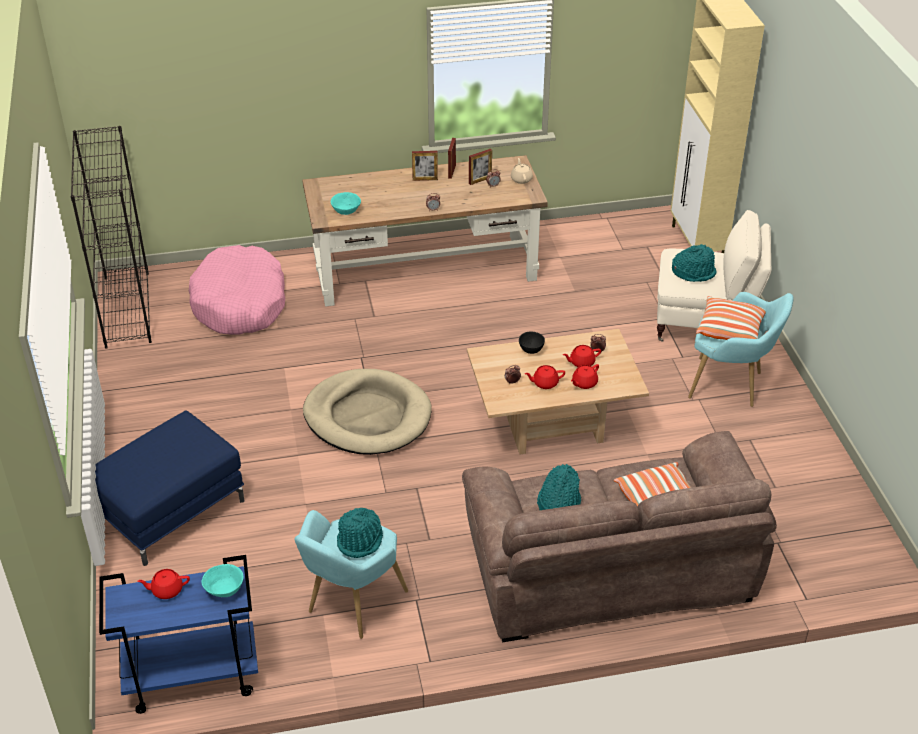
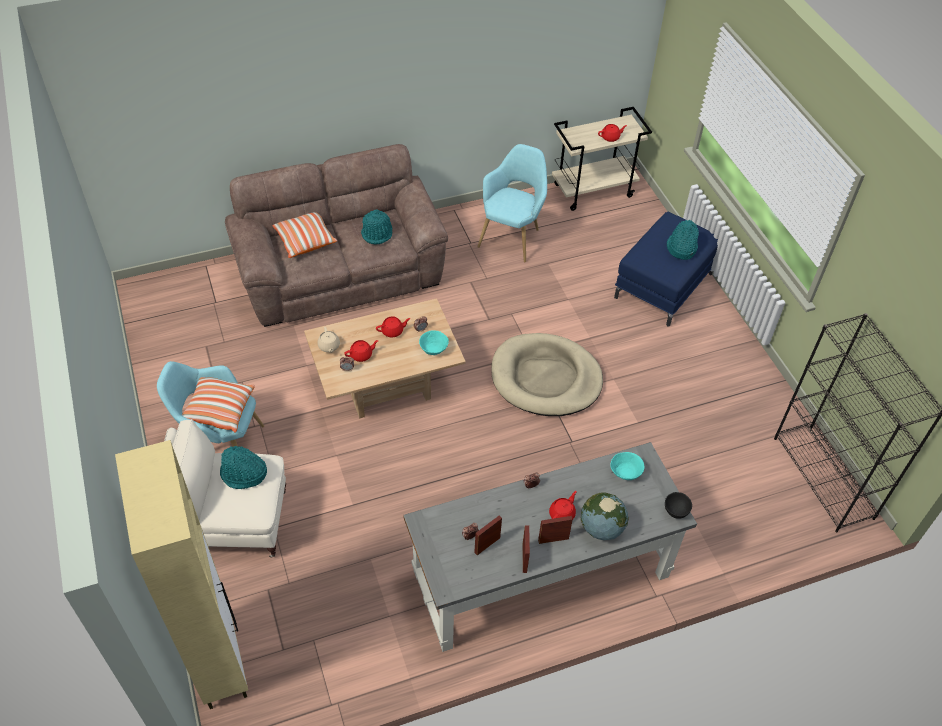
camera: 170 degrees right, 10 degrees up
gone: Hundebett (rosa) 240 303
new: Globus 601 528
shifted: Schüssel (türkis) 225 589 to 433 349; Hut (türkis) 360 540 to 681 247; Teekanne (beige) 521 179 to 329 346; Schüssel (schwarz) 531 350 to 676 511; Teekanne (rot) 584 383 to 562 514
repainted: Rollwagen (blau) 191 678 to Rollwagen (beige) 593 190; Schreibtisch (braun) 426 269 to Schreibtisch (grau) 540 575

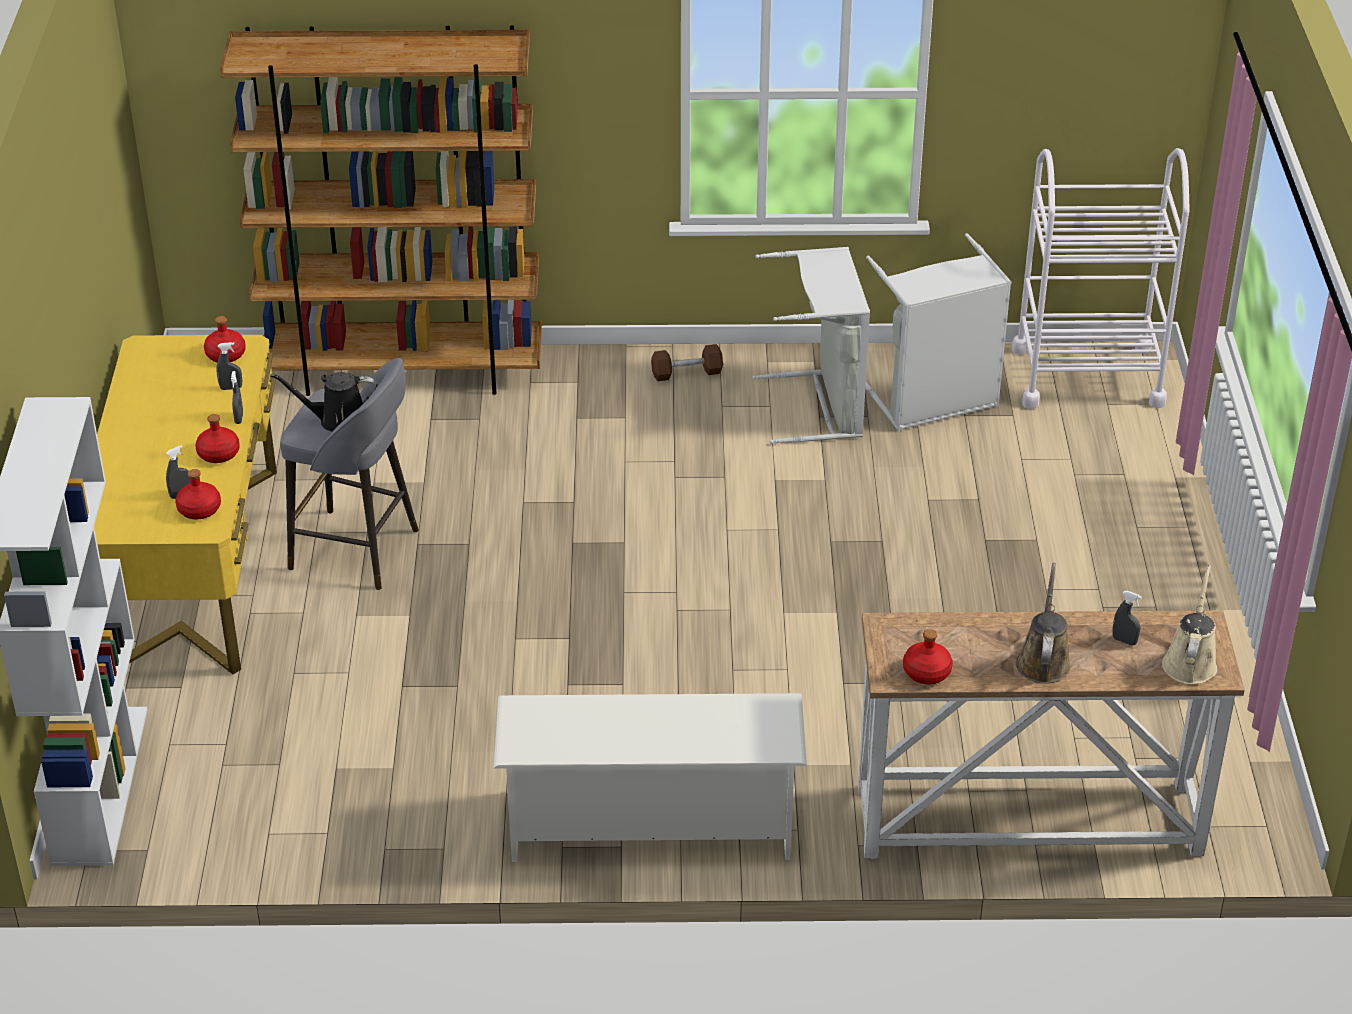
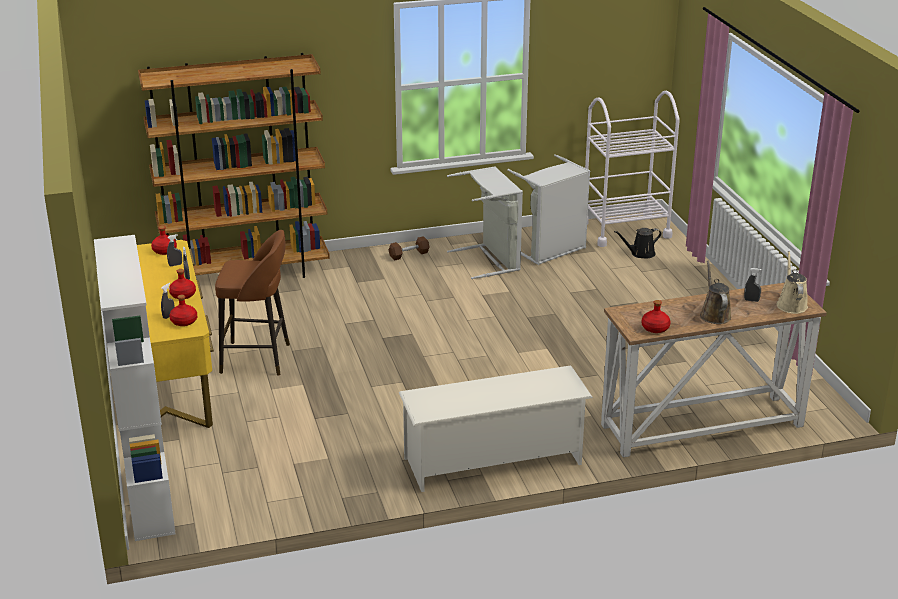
camera: 15 degrees left, 10 degrees down
shifted: Gießkanne (schwarz) 338 420 to 640 254
repainted: Hocker (grau) 358 551 to Hocker (braun) 257 359

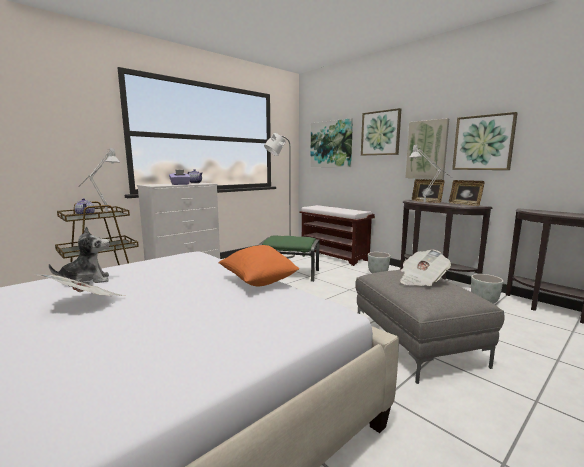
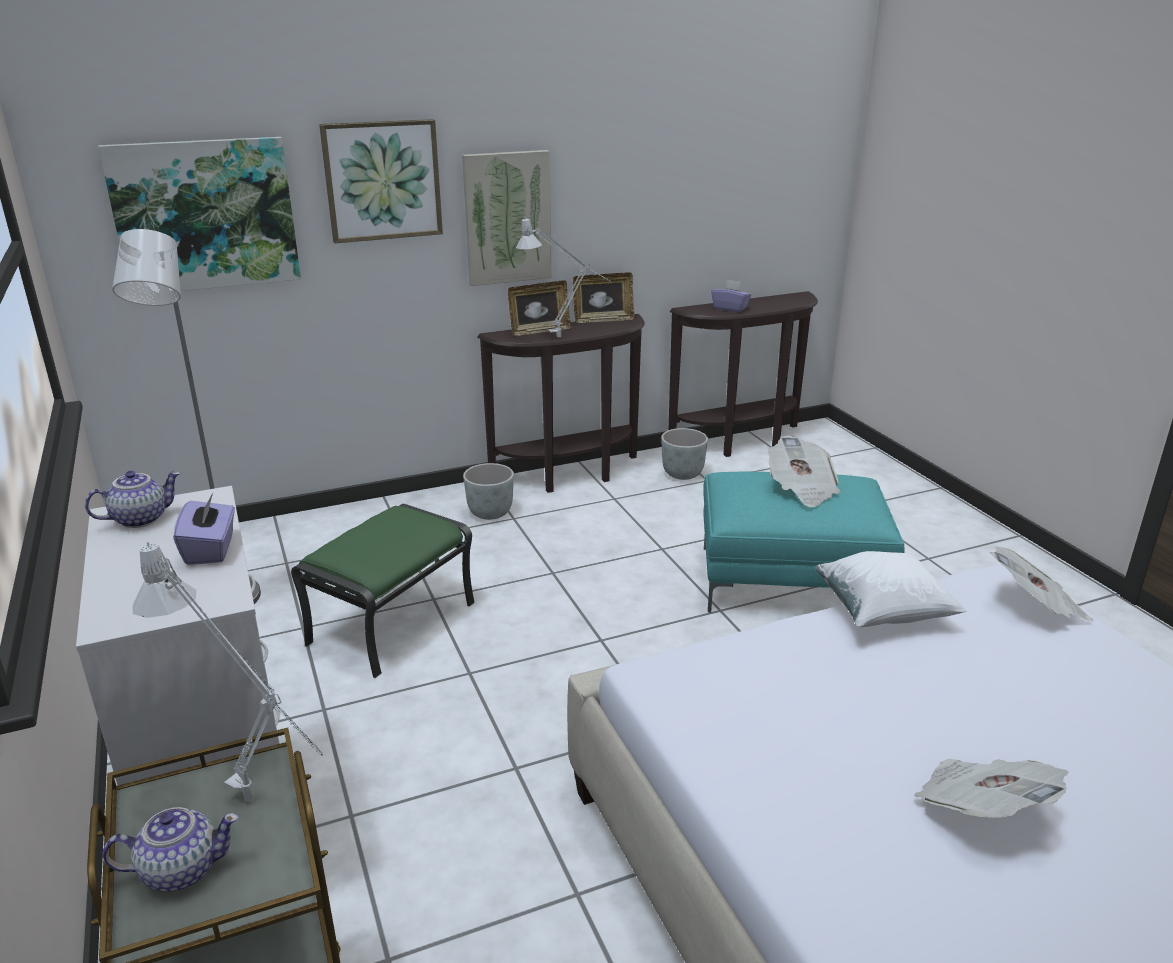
camera: 70 degrees left, 15 degrees up
gone: Plüschtier 86 281; Bank (braun) 334 256; Bild 483 143
new: Taschentuchbox (lila) 730 308; Zeitung 1035 608
repainted: Kissen (orange) 258 281 to Kissen (weiß) 882 614; Polsterhocker (grau) 414 343 to Polsterhocker (türkis) 788 582

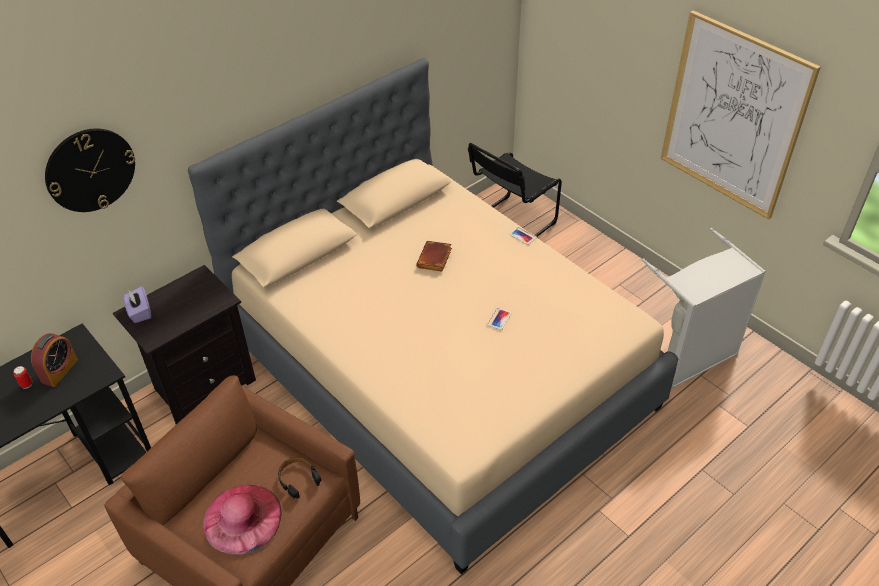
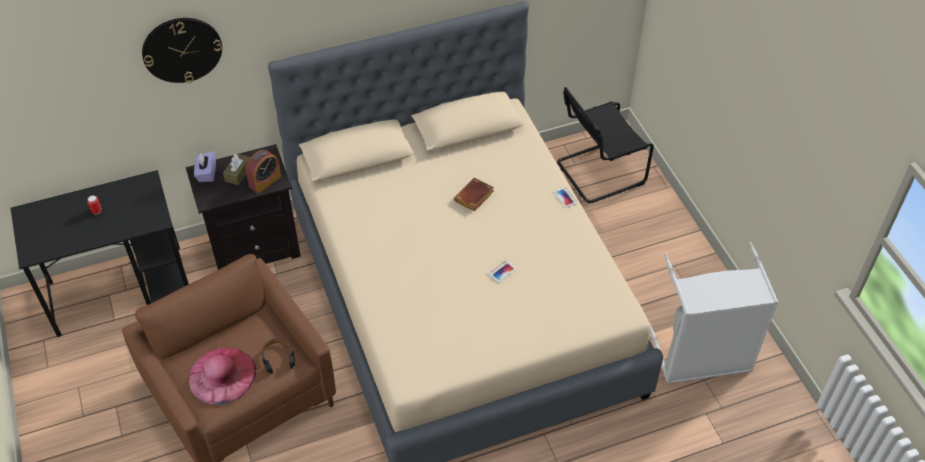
camera: 20 degrees right, 5 degrees up
gone: Bild 733 116
new: Taschentuchbox (braun) 238 173
shifted: Wecker 59 371 to 265 181

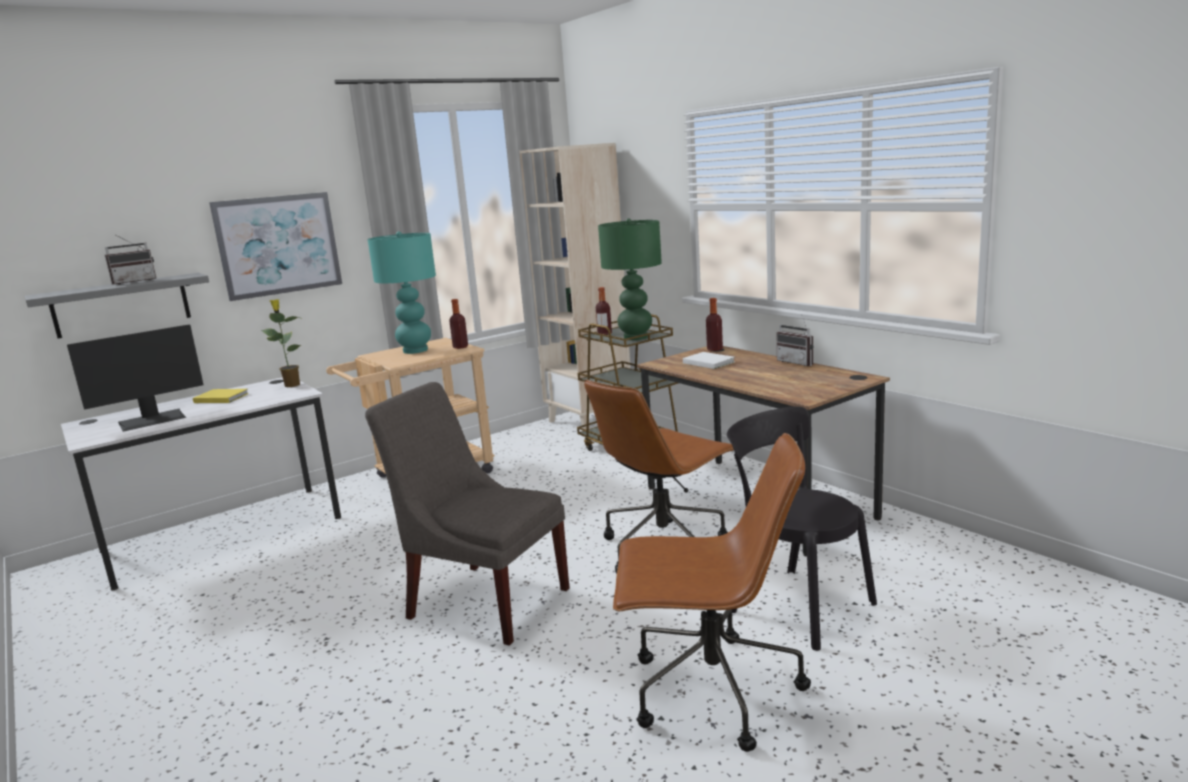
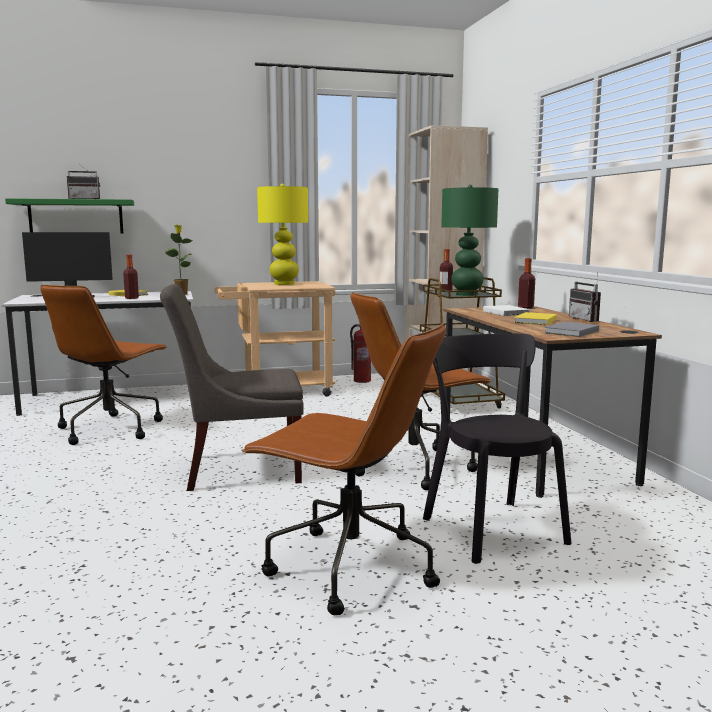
camera: 20 degrees right, 5 degrees down
gone: Bild 278 245
new: Bürostuhl (braun) 110 429; Feuerlöscher 362 380; Buch (gelb) 534 321; Buch (grau) 570 332
shifted: Flasche 460 347 to 131 298
repainted: Wandregal (grau) 121 305 to Wandregal (grün) 76 216; Tischlampe (türkis) 415 350 to Tischlampe (gelb) 284 284
rotated: Stuhl (grau) 483 600 = 237 469 60 degrees counterclockwise

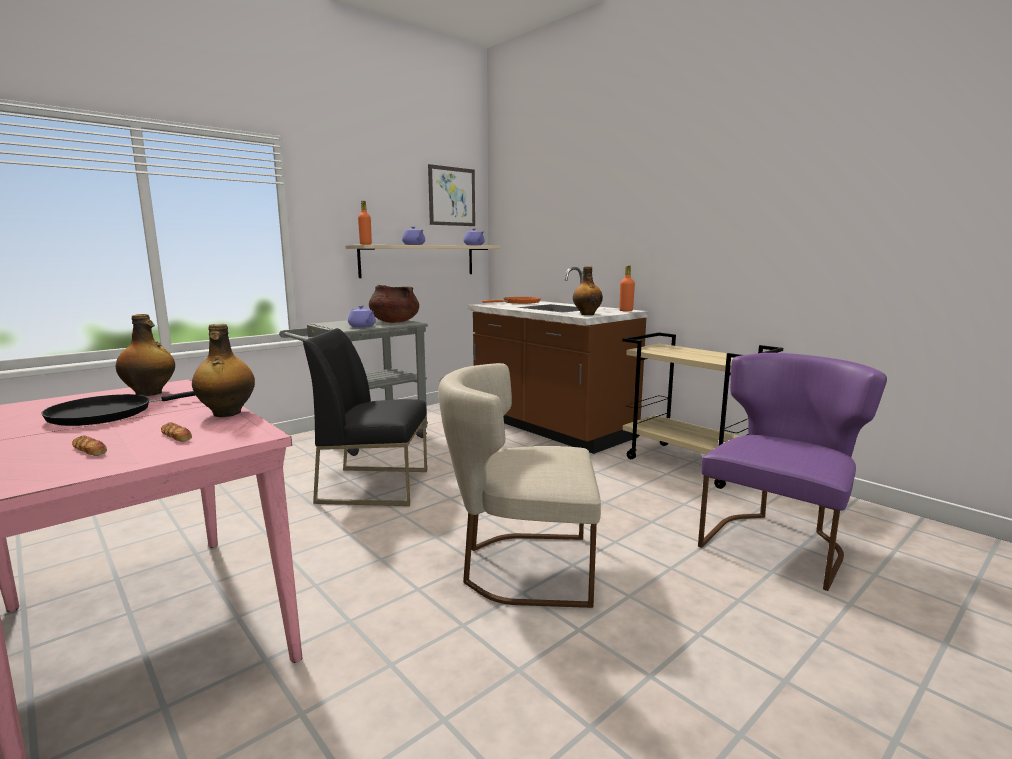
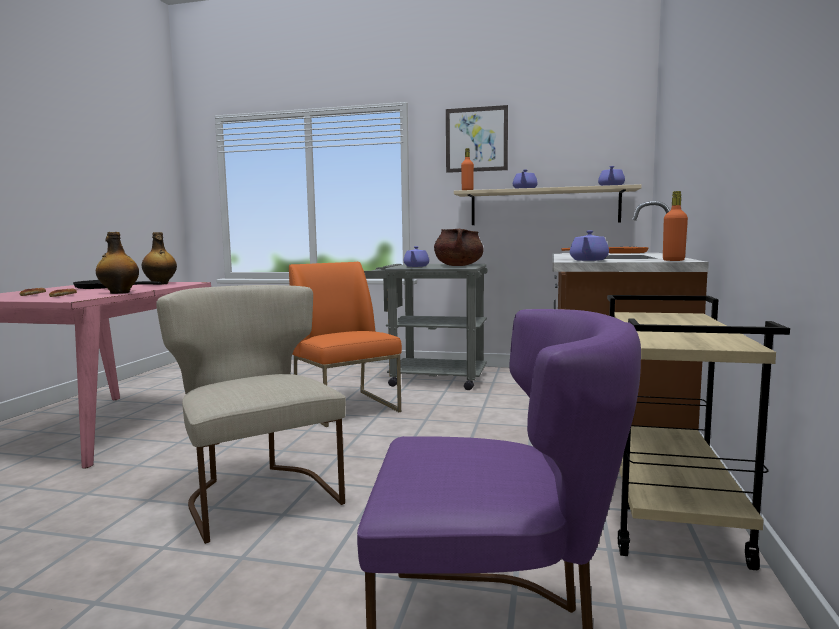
camera: 55 degrees right, 5 degrees down
shifted: Bild 452 196 to 476 139
swapped: Flasche 587 314 to Teekanne (lila) 588 260
repainted: Stuhl (schwarz) 375 486 to Stuhl (orange) 347 408

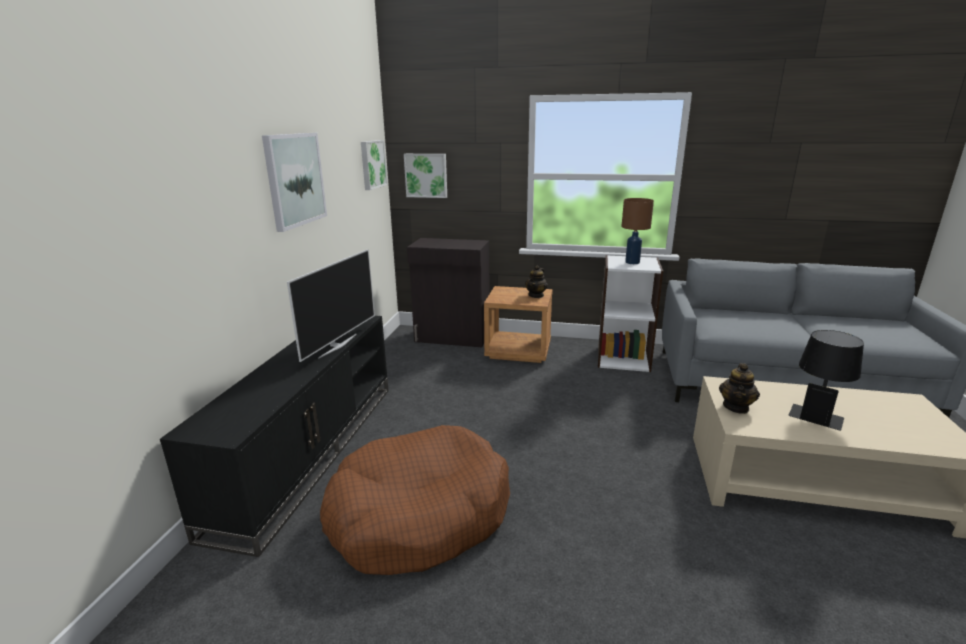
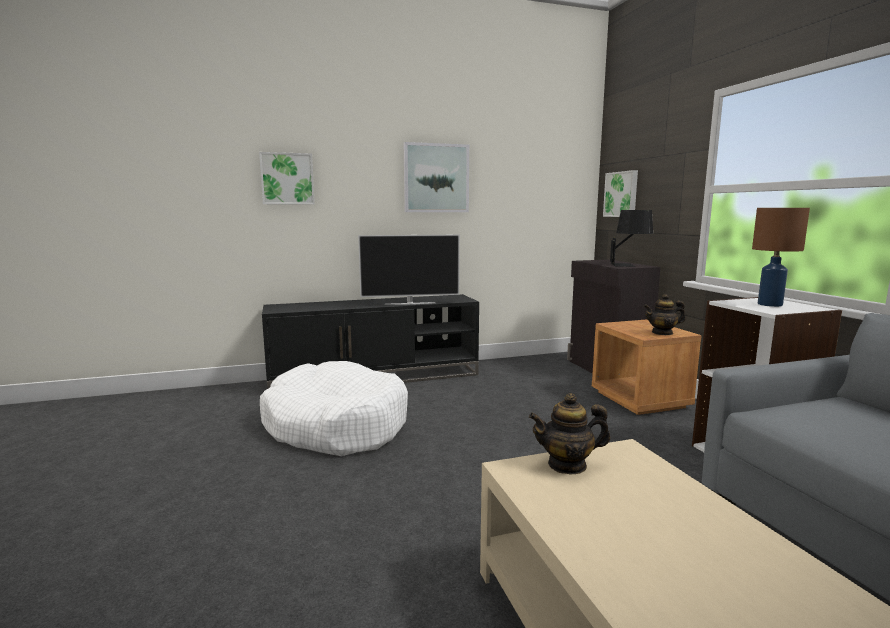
camera: 60 degrees right, 10 degrees down
shifted: Bild 372 164 to 287 179; Tischlampe (schwarz) 817 412 to 629 265
repainted: Hundebett (braun) 419 515 to Hundebett (weiß) 336 425

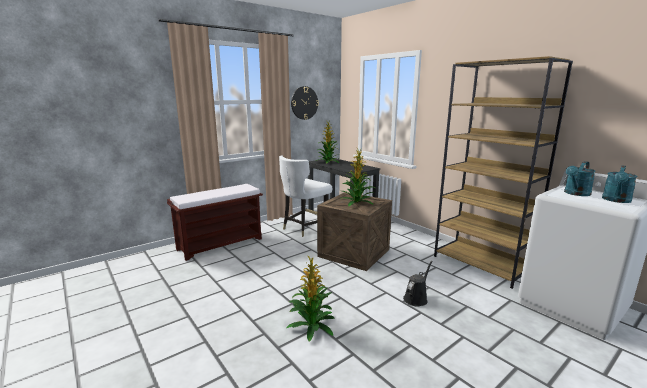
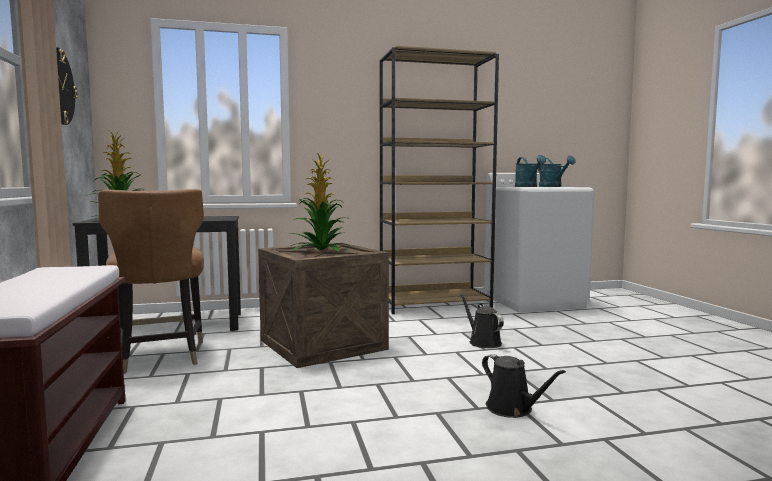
camera: 65 degrees left, 10 degrees down
swapped: Topfpflanze 311 325 to Gießkanne (schwarz) 512 409
repainted: Stuhl (weiß) 304 228 to Stuhl (braun) 160 357

